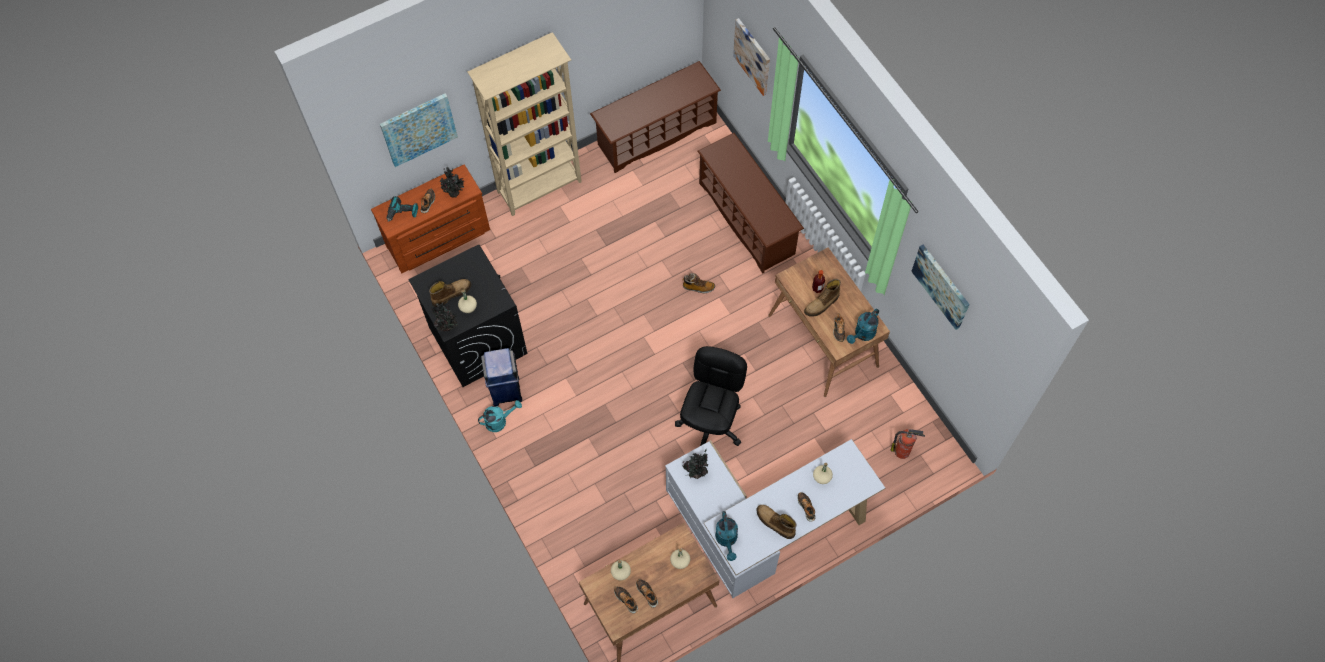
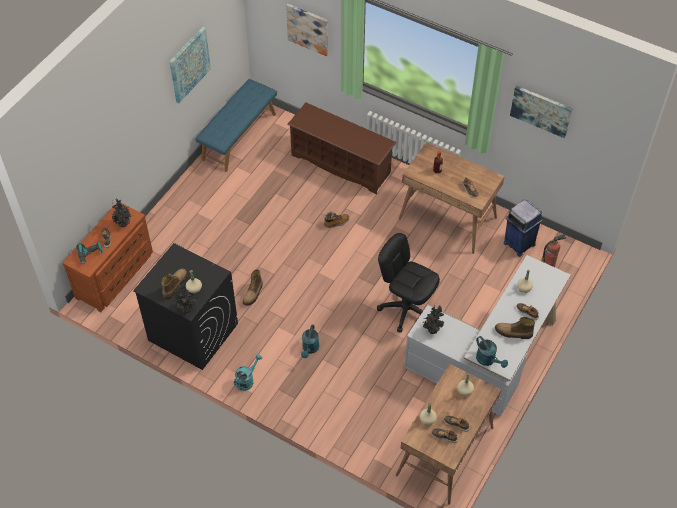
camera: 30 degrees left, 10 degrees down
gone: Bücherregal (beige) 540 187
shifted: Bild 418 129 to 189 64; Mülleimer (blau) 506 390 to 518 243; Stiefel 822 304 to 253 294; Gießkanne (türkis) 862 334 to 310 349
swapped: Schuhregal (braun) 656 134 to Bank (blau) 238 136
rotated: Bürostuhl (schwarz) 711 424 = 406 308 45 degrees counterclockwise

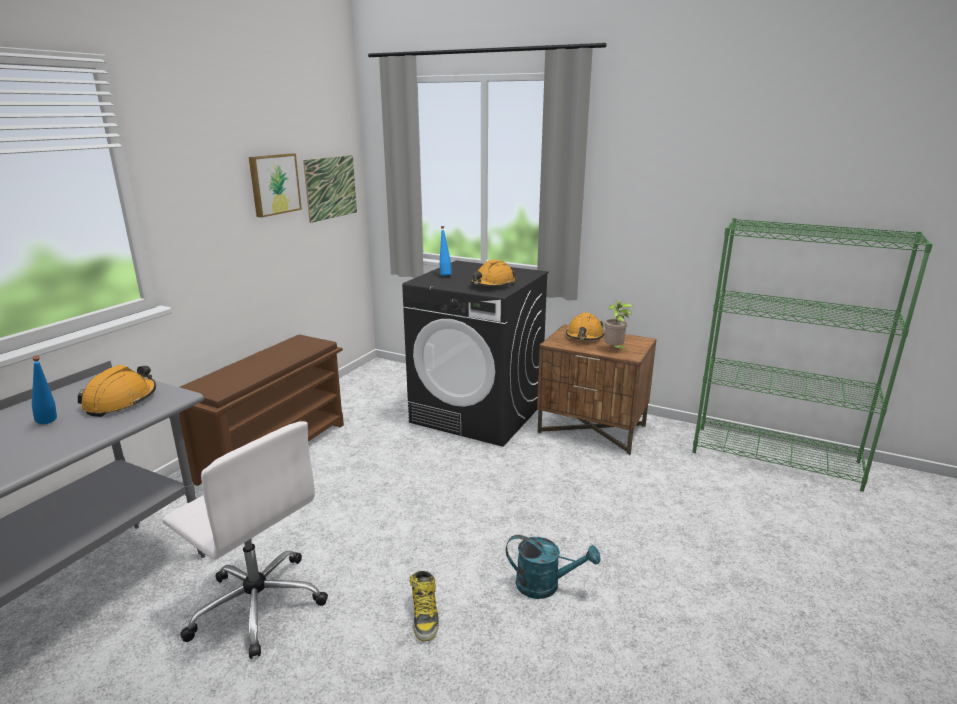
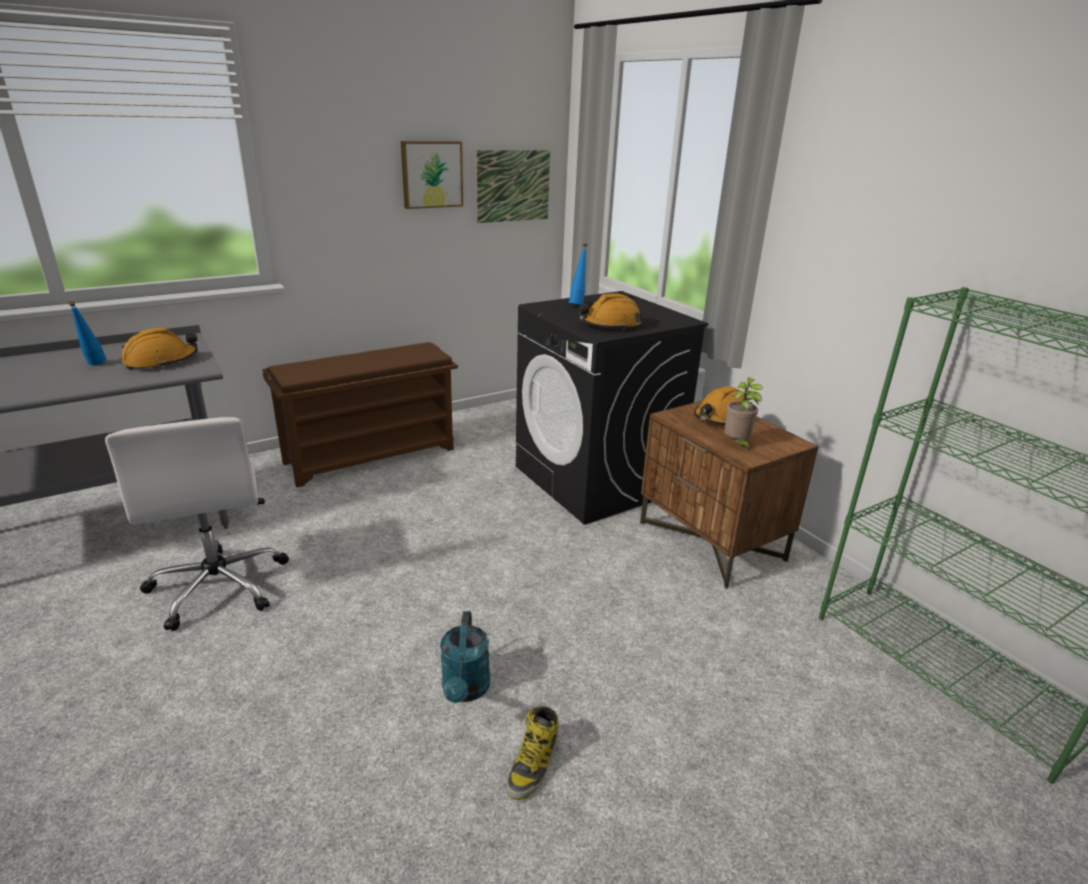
camera: 30 degrees right, 5 degrees up
shifted: Stiefel 425 615 to 533 764
rotated: Gießkanne (türkis) 545 585 = 465 690 45 degrees clockwise

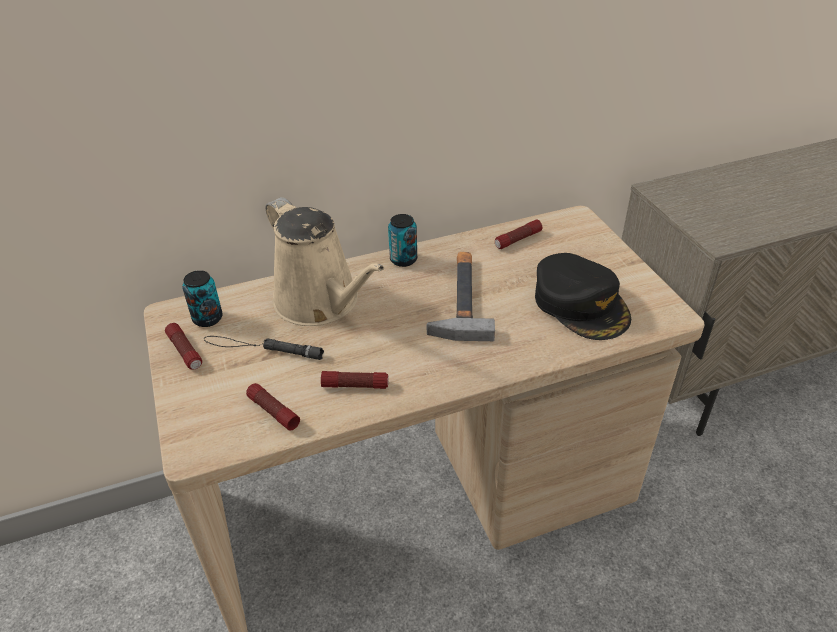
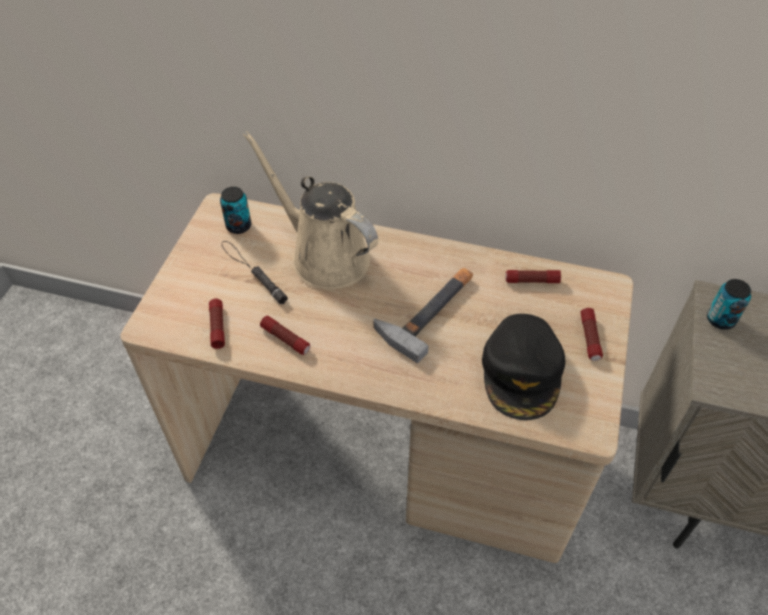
camera: 35 degrees right, 10 degrees up
shifted: Taschenlampe 185 352 to 590 338; Dose 403 259 to 720 320
rotated: Gießkanne (beige) 321 302 = 324 255 135 degrees clockwise

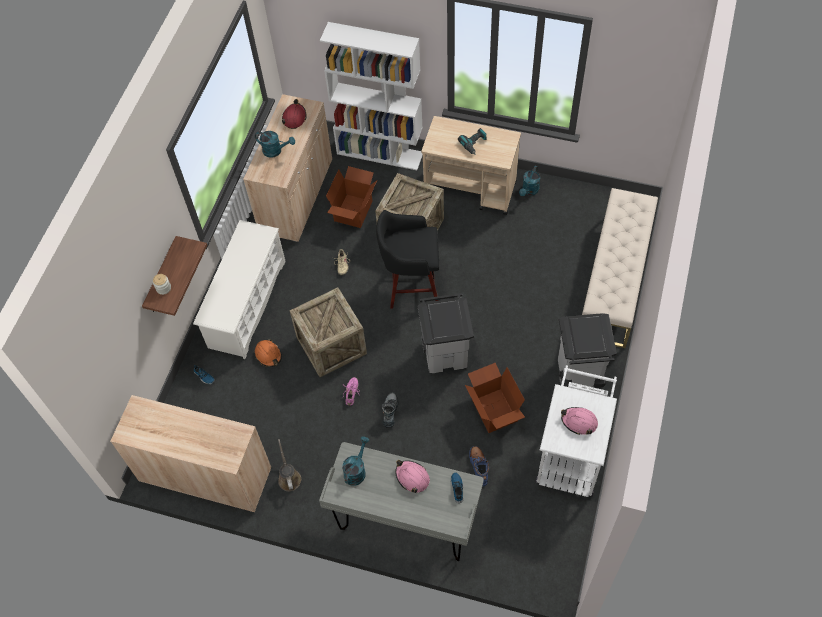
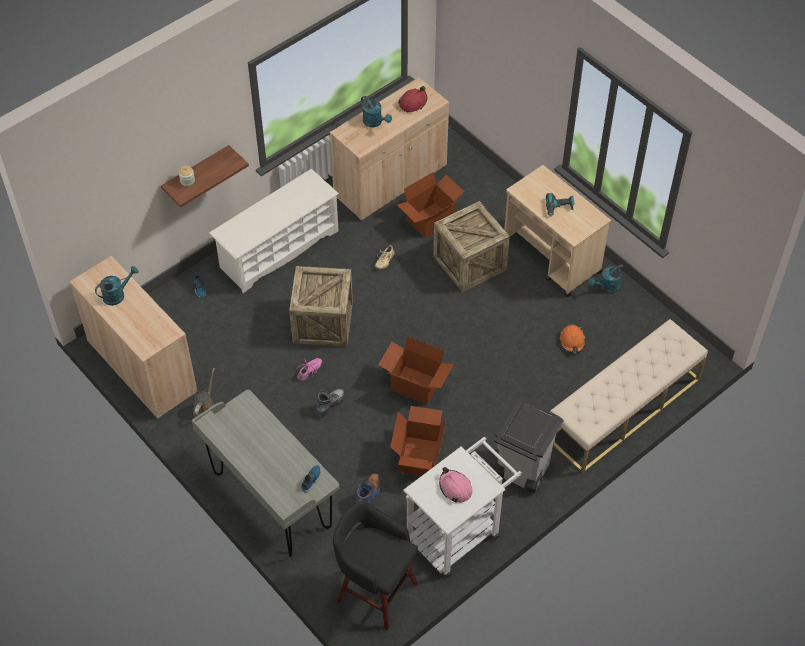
camera: 30 degrees right, 5 degrees down
gone: Bücherregal (weiß) 380 153; Schutzhelm (rosa) 412 477
shifted: Schutzhelm (orange) 268 355 to 572 341; Gießkanne (türkis) 356 470 to 117 294; Hocker (schwarz) 411 286 to 375 591
swapped: Mülleimer (grau) 446 354 to Karton 415 385

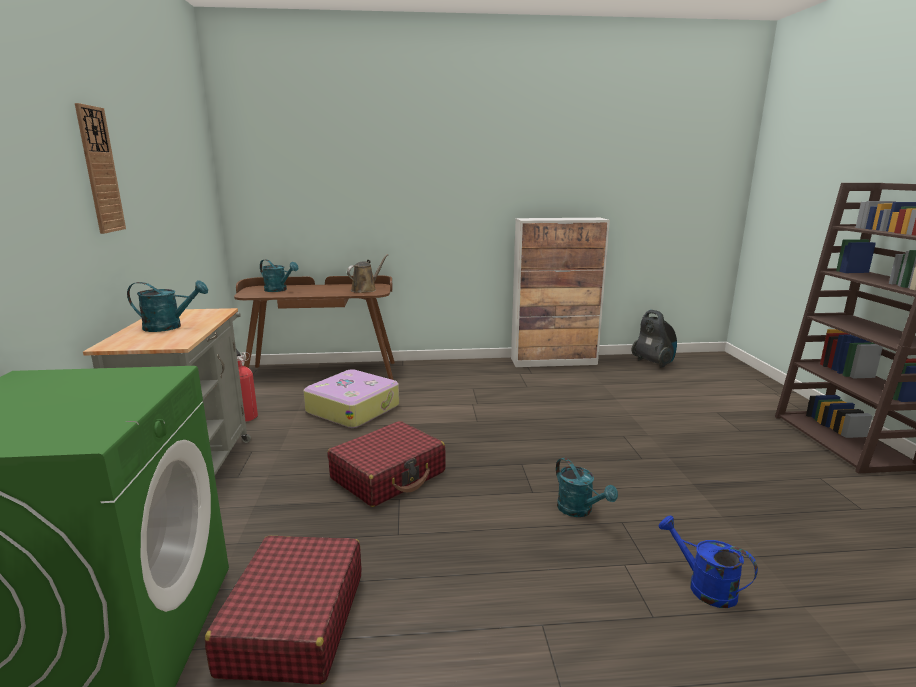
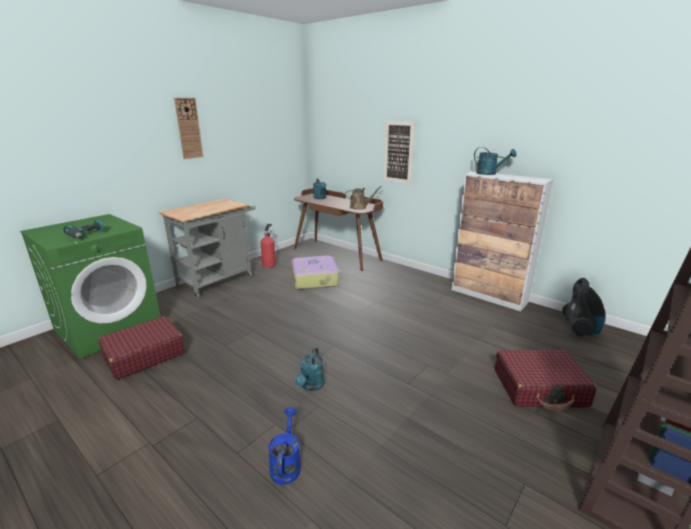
camera: 45 degrees right, 5 degrees up
new: Bohrmaschine 87 234; Bild 398 152
shifted: Gießkanne (türkis) 169 327 to 489 173; Koffer (rot) 389 475 to 539 388

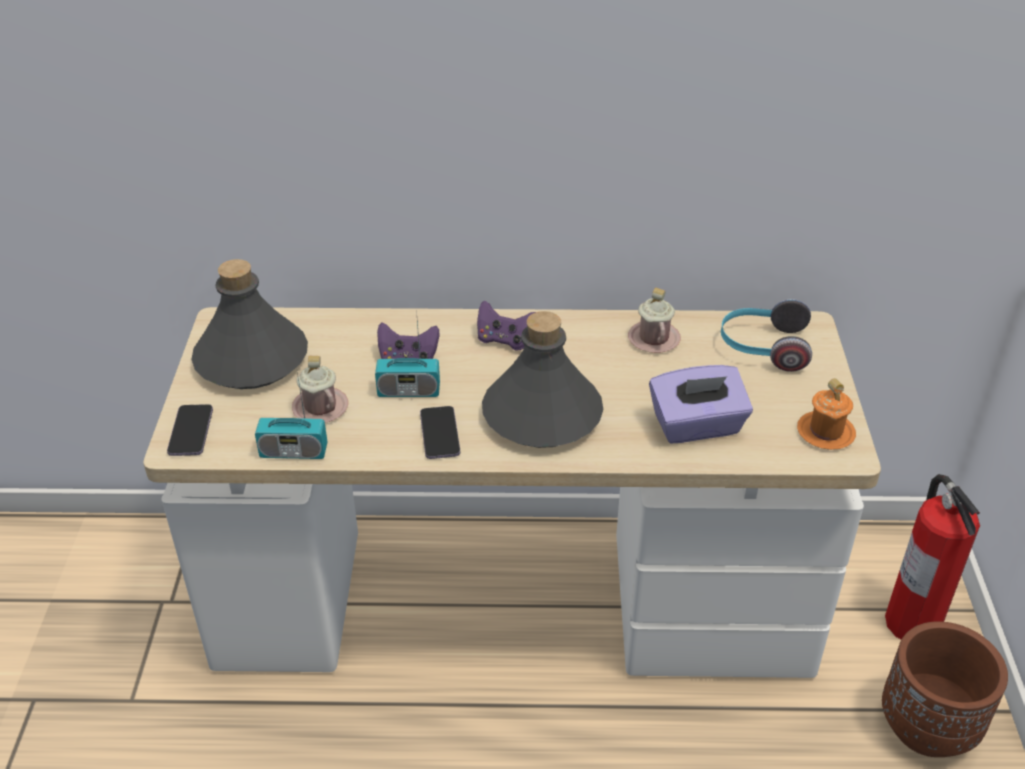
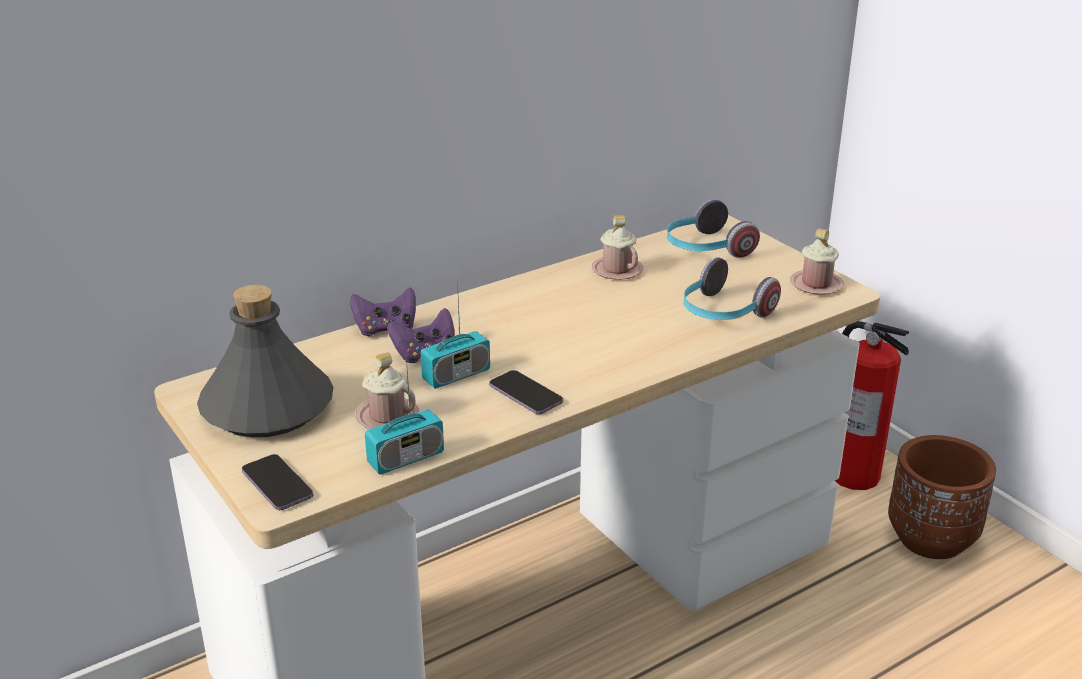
camera: 35 degrees left, 10 degrees down
gone: Flasche (grau) 543 415
shifted: Gamepad (lila) 505 340 to 385 328
swapped: Taschentuchbox (lila) 697 426 to Kopfhörer 723 313
repainted: Henkelbecher (orange) 825 432 to Henkelbecher (rosa) 816 284

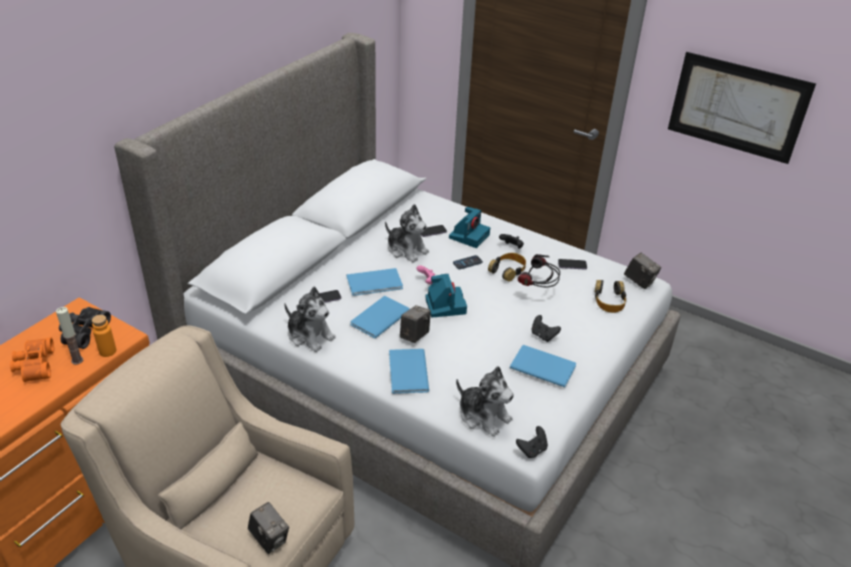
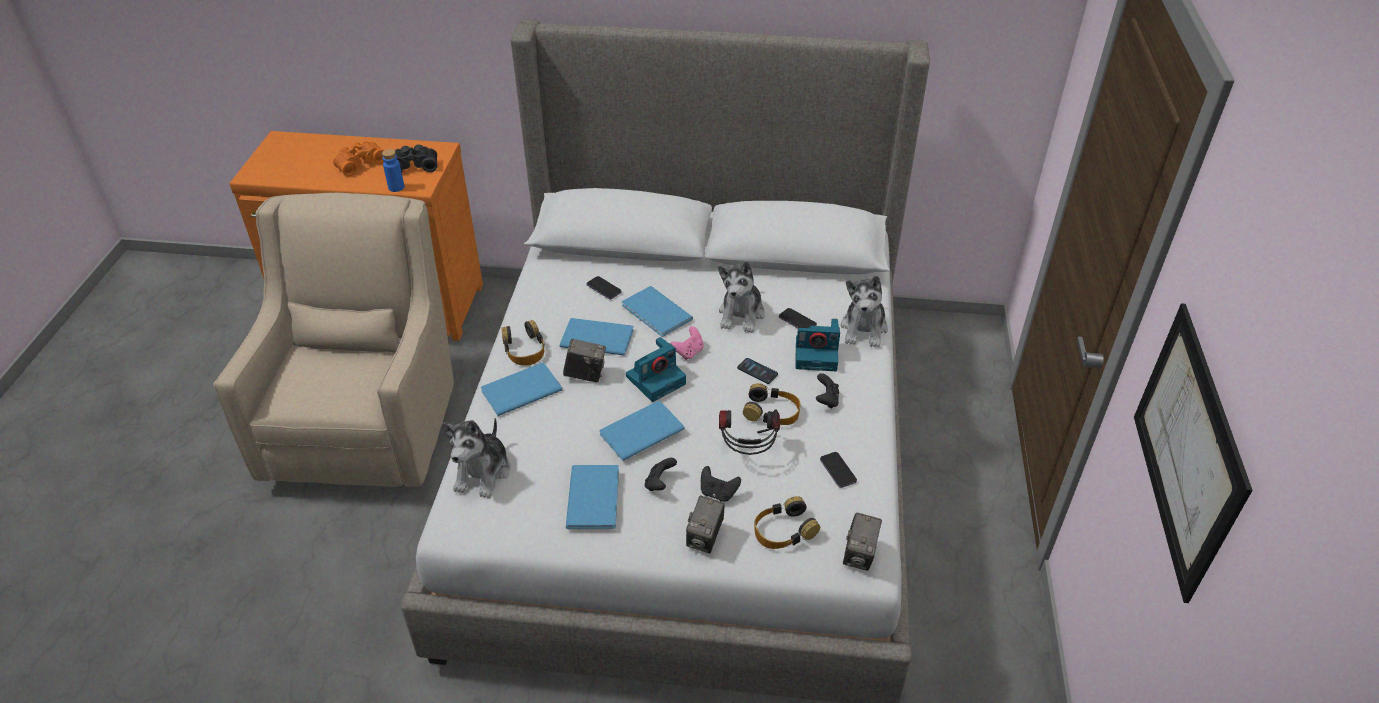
camera: 65 degrees right, 5 degrees up
gone: Kerze 77 360
new: Kopfhörer 524 349; Buch (blau) 639 431
shifted: Kamera 269 539 to 705 538; Plüschtier 310 335 to 864 329; Gamepad (schwarz) 532 450 to 718 493
repainted: Flasche (orange) 107 351 to Flasche (blau) 396 187

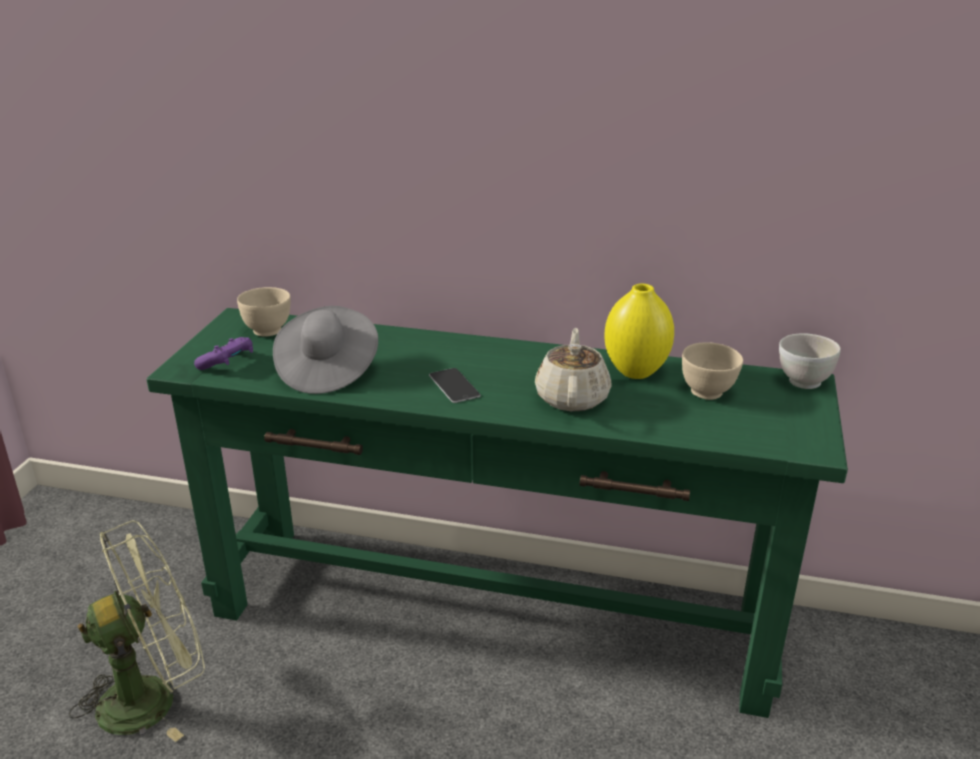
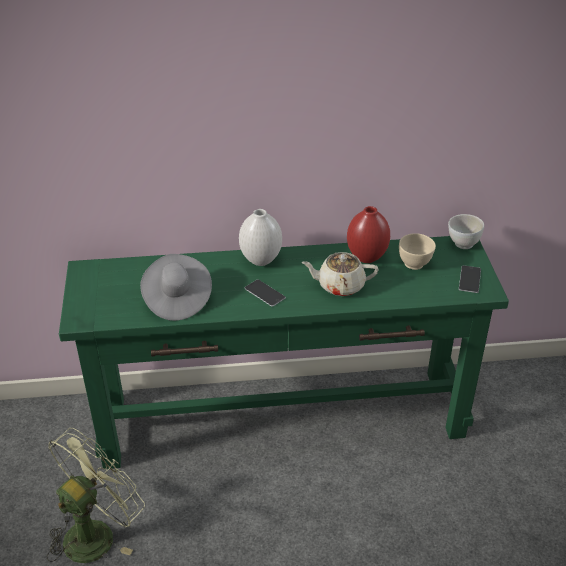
camera: 20 degrees left, 10 degrees up
gone: Gamepad (lila) 228 364; Schüssel (beige) 268 330
new: Vase (weiß) 261 260; Handy 469 279
repainted: Vase (gelb) 635 372 to Vase (rot) 366 258
rotated: Teekanne (beige) 572 397 = 340 285 75 degrees counterclockwise

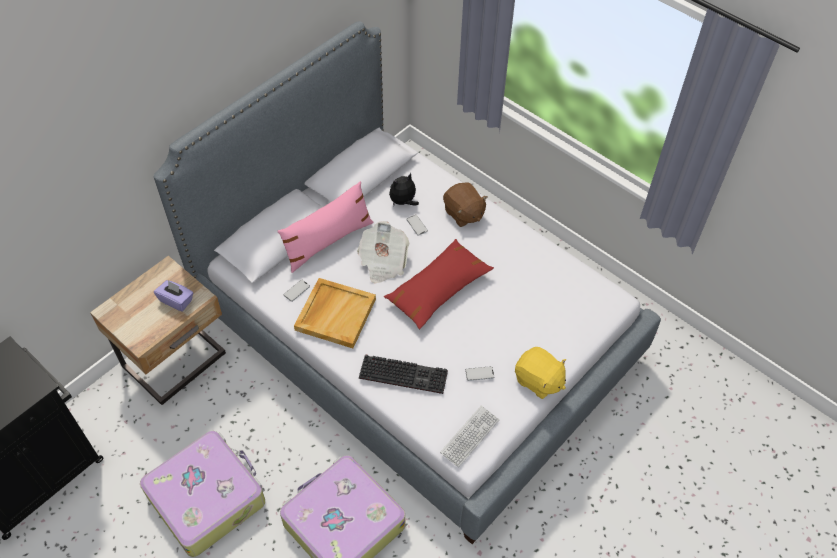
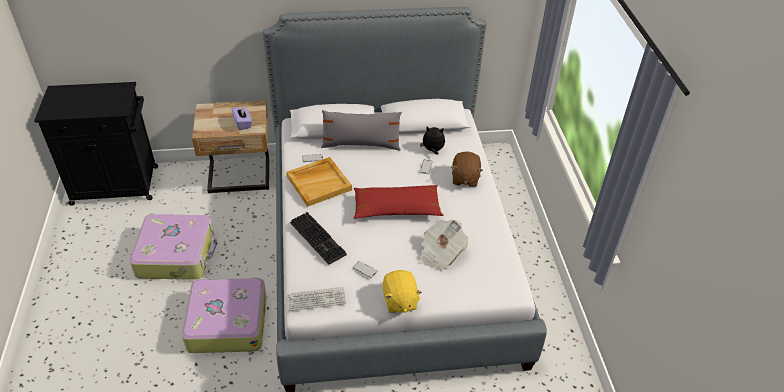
camera: 40 degrees right, 10 degrees down
shifted: Zeitung 383 262 to 440 253
repainted: Kissen (rosa) 328 241 to Kissen (grau) 361 144

